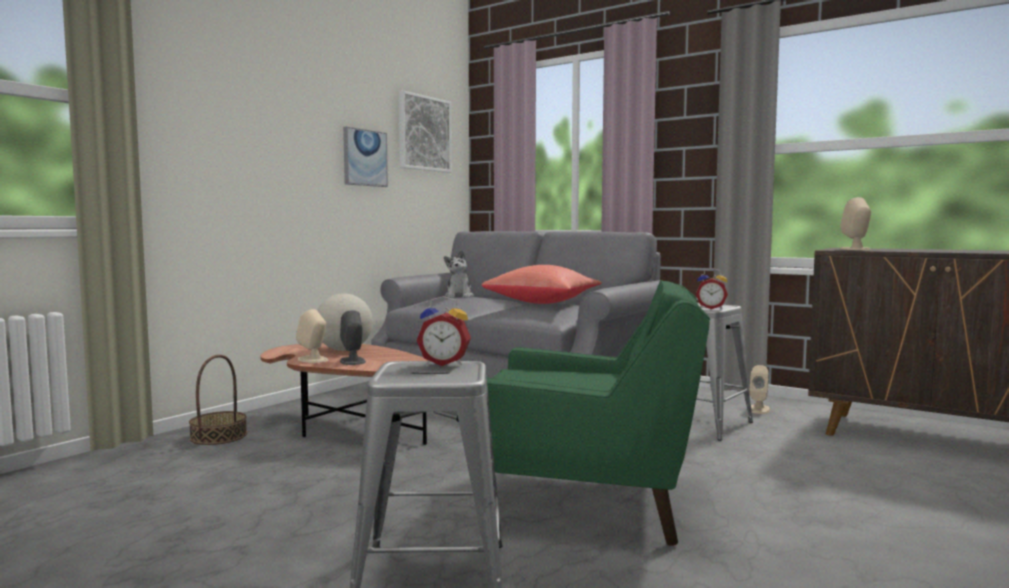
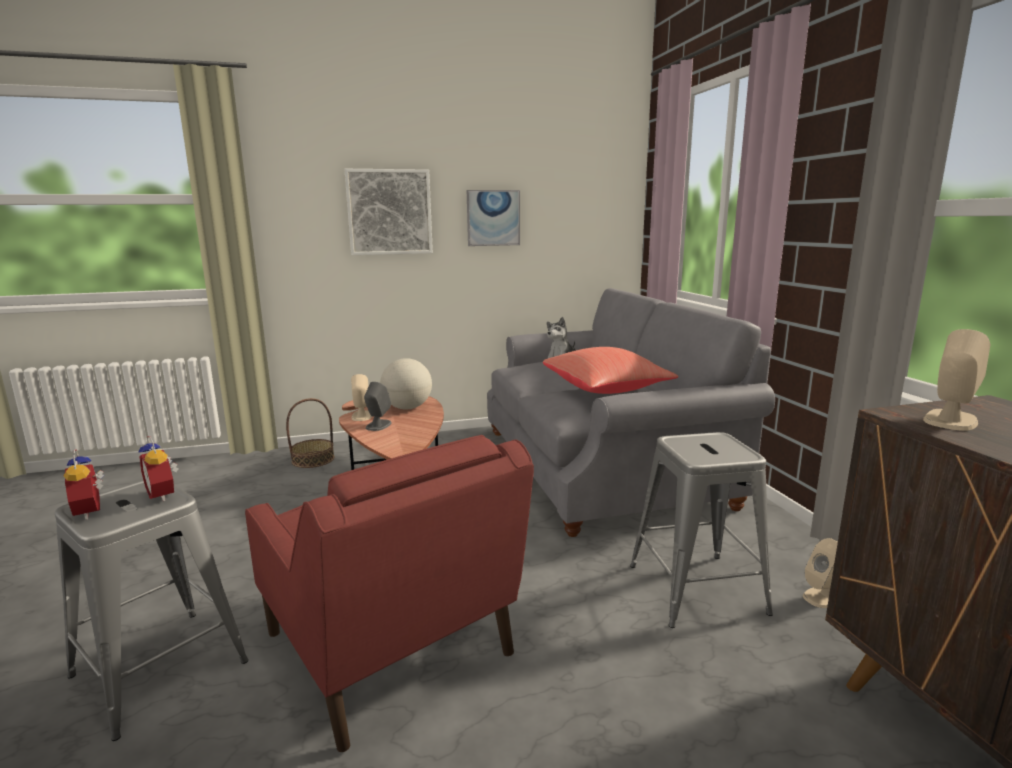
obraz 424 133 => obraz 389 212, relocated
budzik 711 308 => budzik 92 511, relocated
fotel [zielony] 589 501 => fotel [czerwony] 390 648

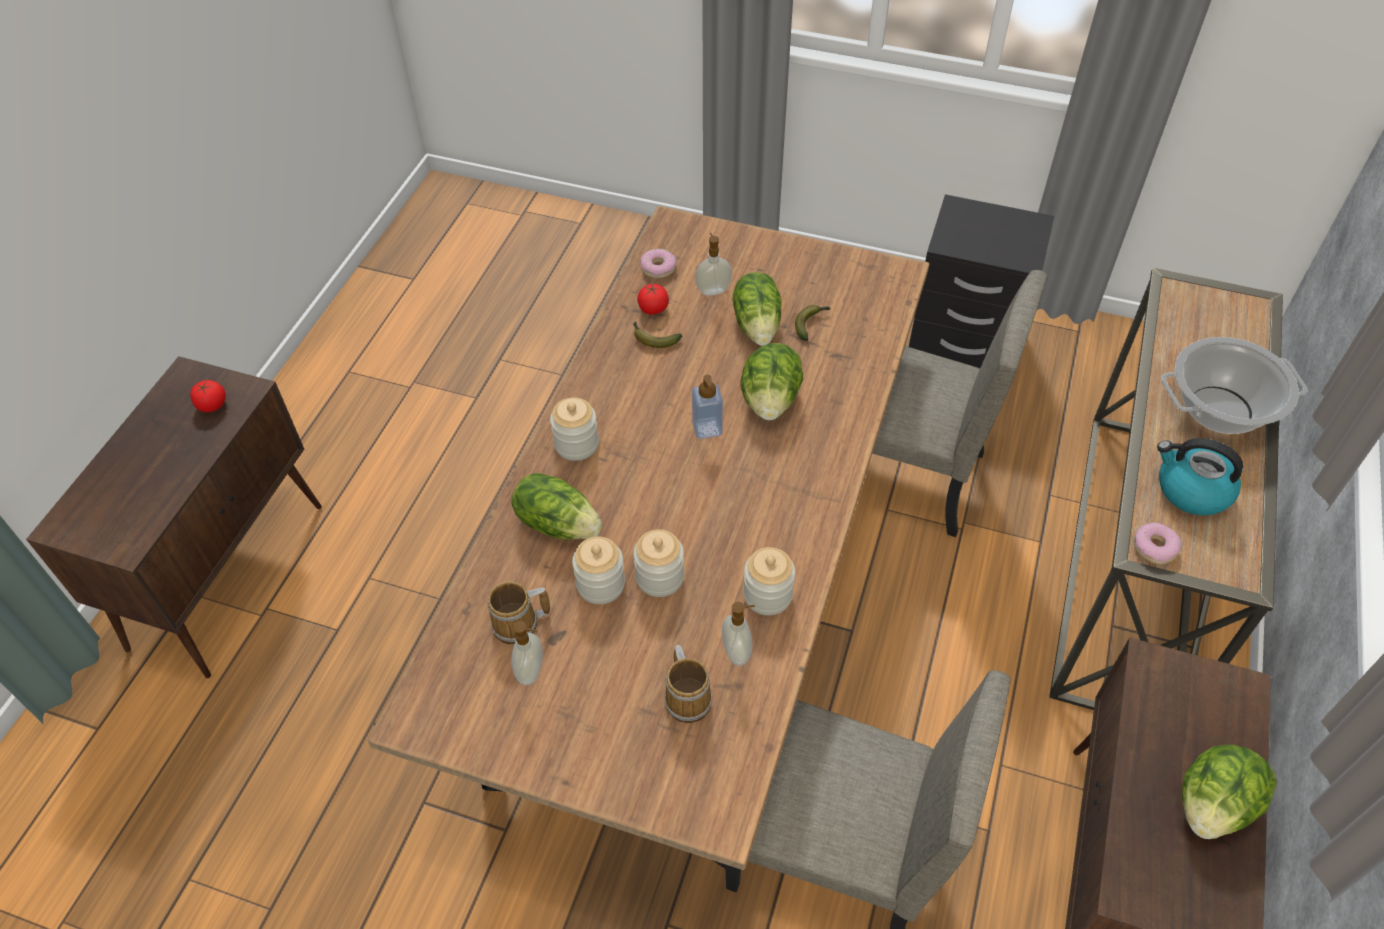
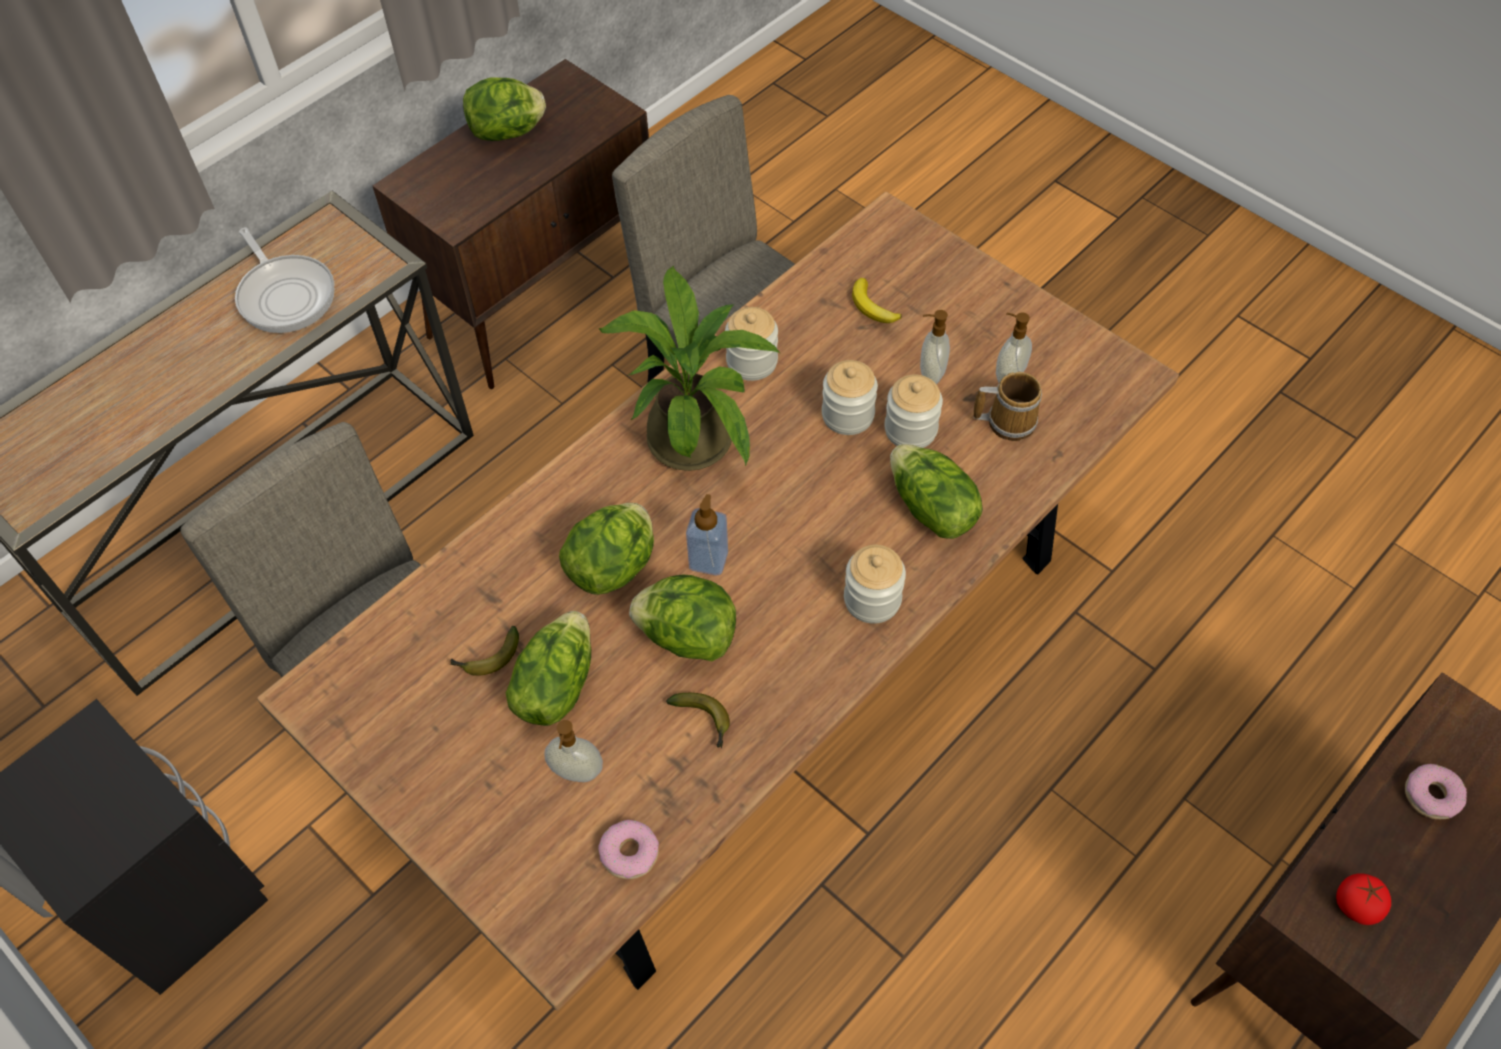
pomidor 653 309 => nothing
garnek 1220 410 => nothing
czajnik 1191 490 => patelnia 285 295
donut 1154 547 => donut 1431 795, relocated
dozownik mydła 737 652 => dozownik mydła 930 373, relocated
kubek 688 697 => banan 872 306
nothing => roślina doniczkowa 692 431
nothing => sałata 687 636

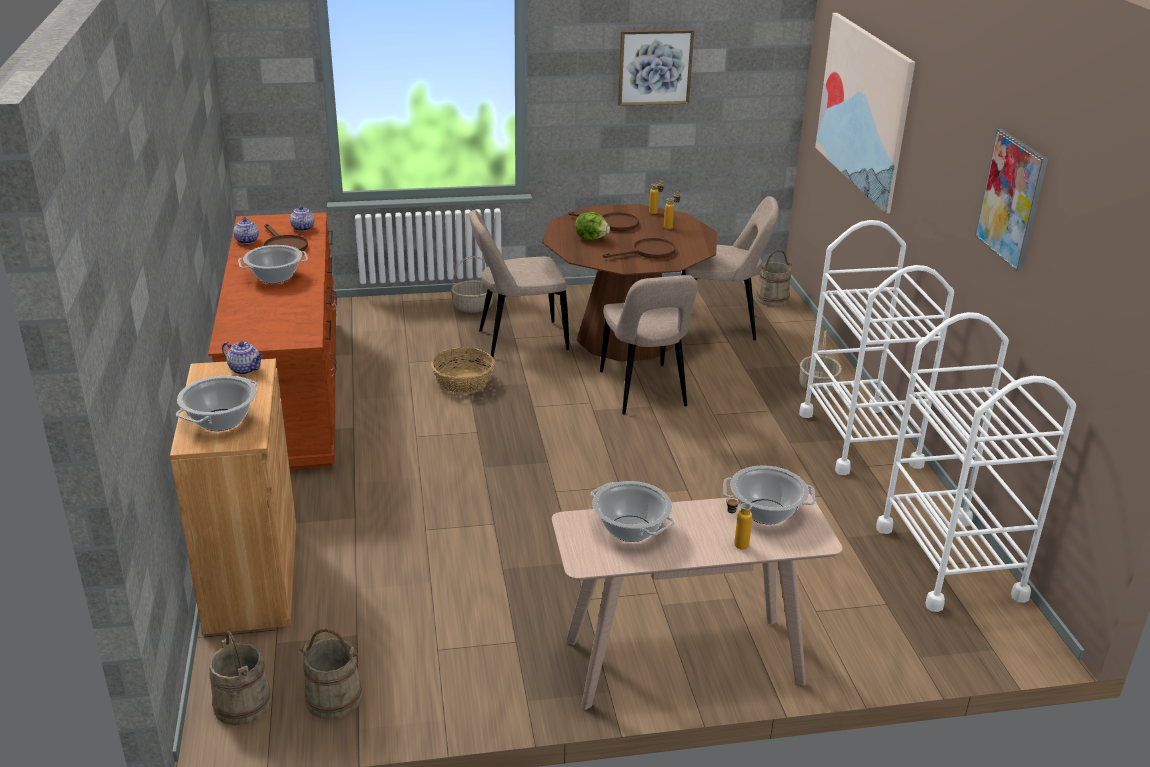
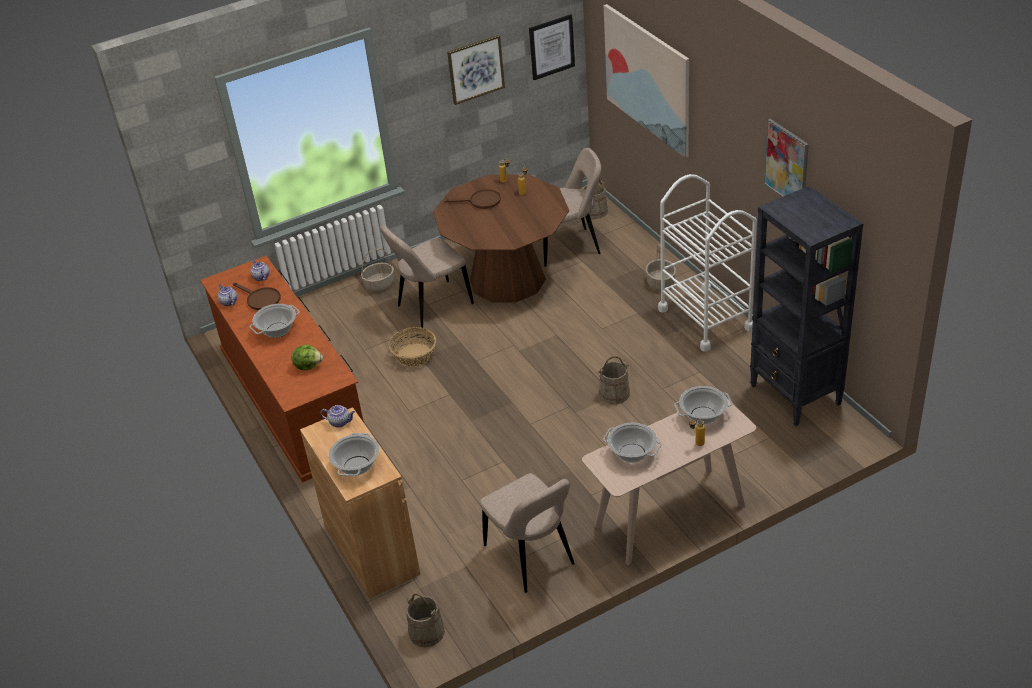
sałata 591 238 => sałata 308 366, relocated
patelnia [brązowy] 648 252 => nothing
krzesło [beżowy] 644 392 => krzesło [beżowy] 531 558, relocated
wózek [biały] 949 562 => regał [czarny] 795 395
wiadro [beżowy] 334 698 => wiadro [beżowy] 614 393, relocated
nothing => obraz 551 47

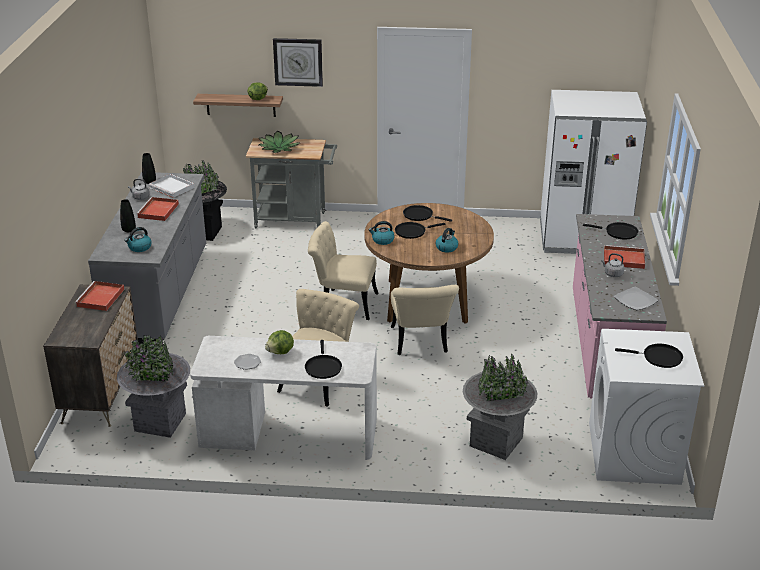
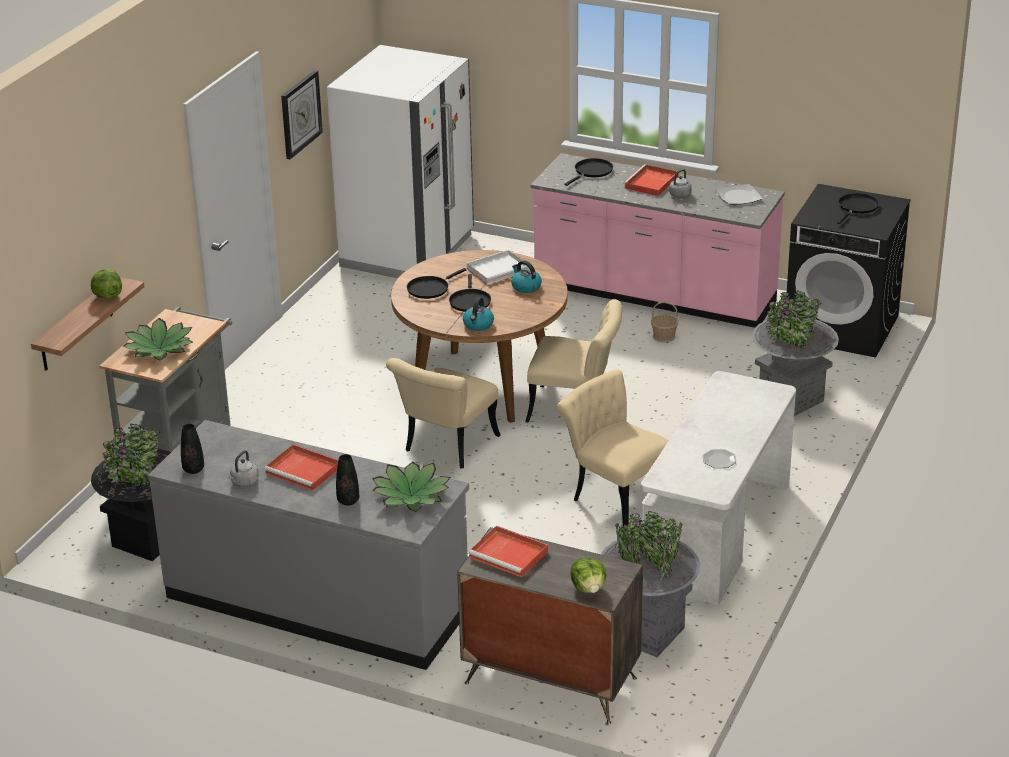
zegar ścienny 298 62 => zegar ścienny 300 114, relocated
taca [biały] 172 187 => taca [biały] 498 269, relocated
czajnik 139 247 => roślina doniczkowa 411 496
pralka [biały] 634 454 => pralka [czarny] 842 327
sałata 280 352 => sałata 588 588, relocated
patelnia [czarny] 323 367 => nothing
nothing => koszyk 663 336

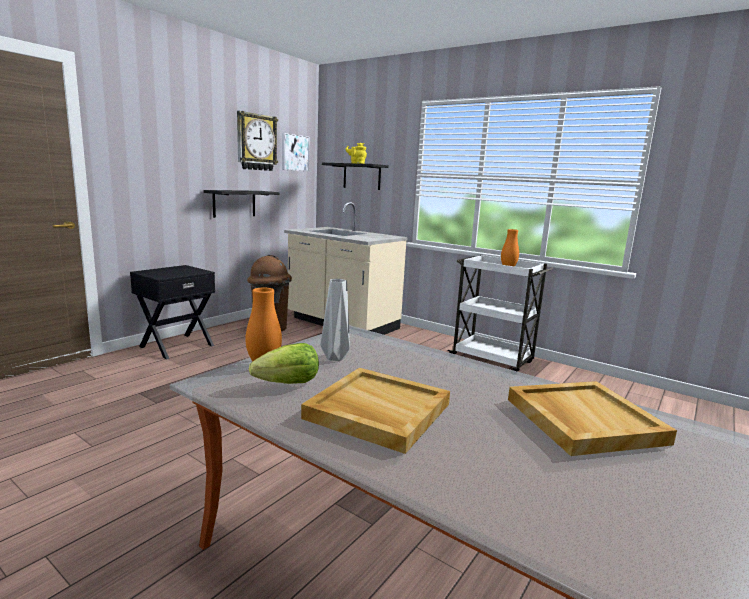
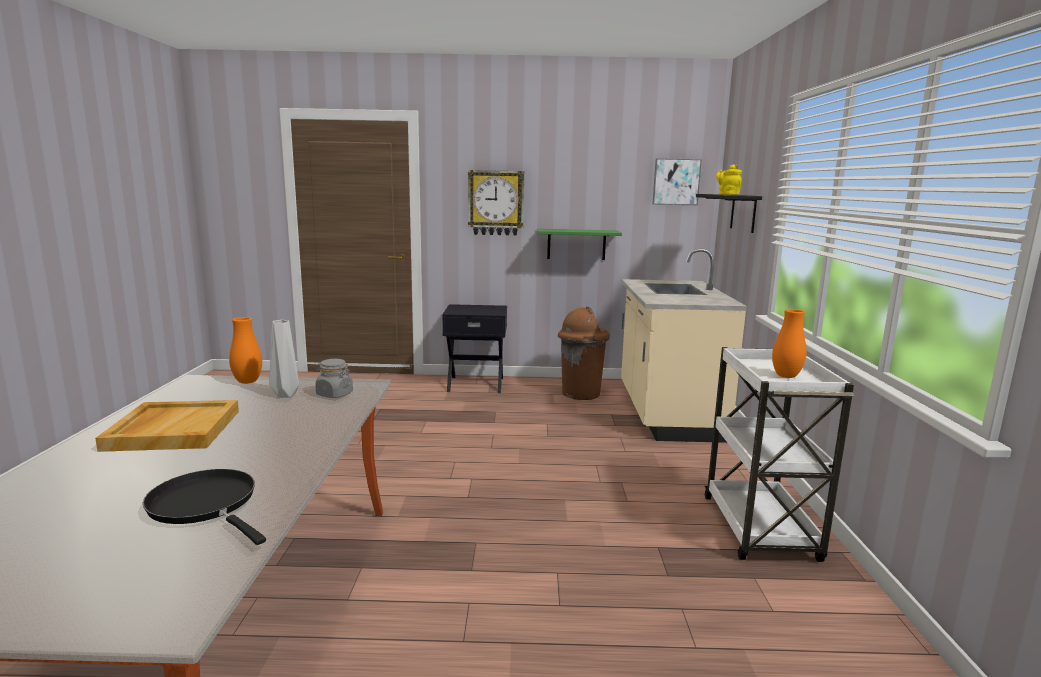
zegar ścienny 256 142 => zegar ścienny 496 203, relocated
półka [czarny] 234 203 => półka [zielony] 576 244
sałata 288 384 => nothing
taca [beżowy] 582 420 => patelnia [czarny] 206 505
nothing => słoik [szary] 334 394

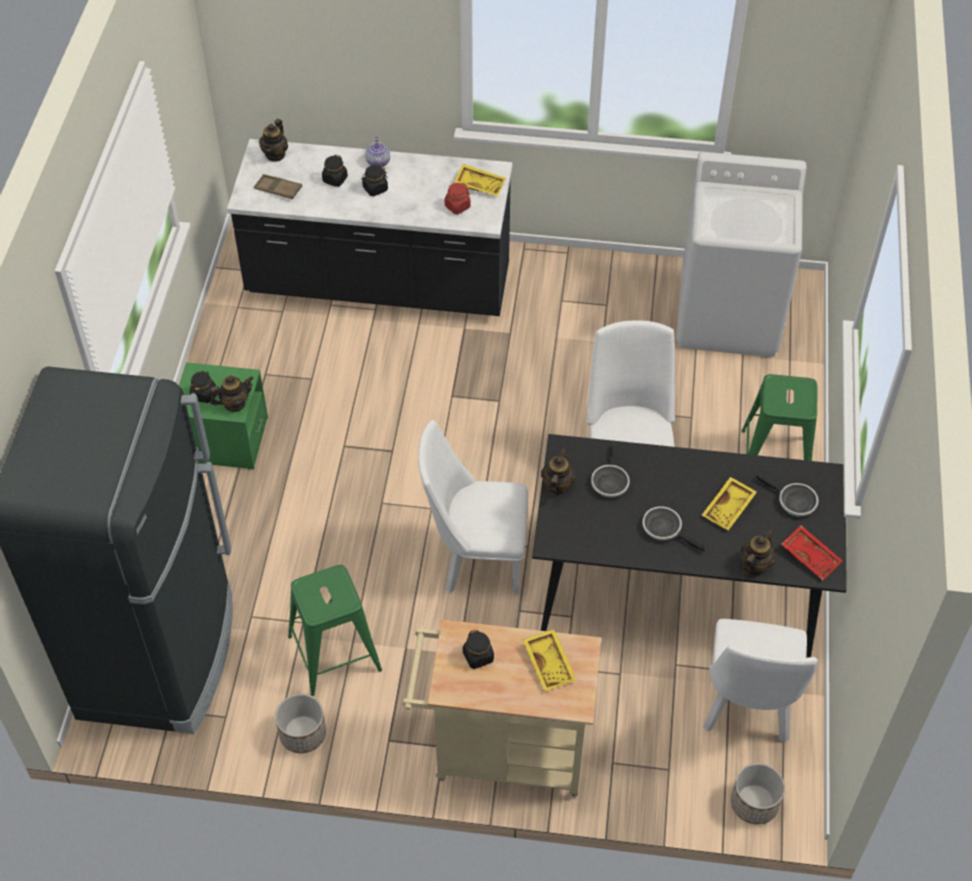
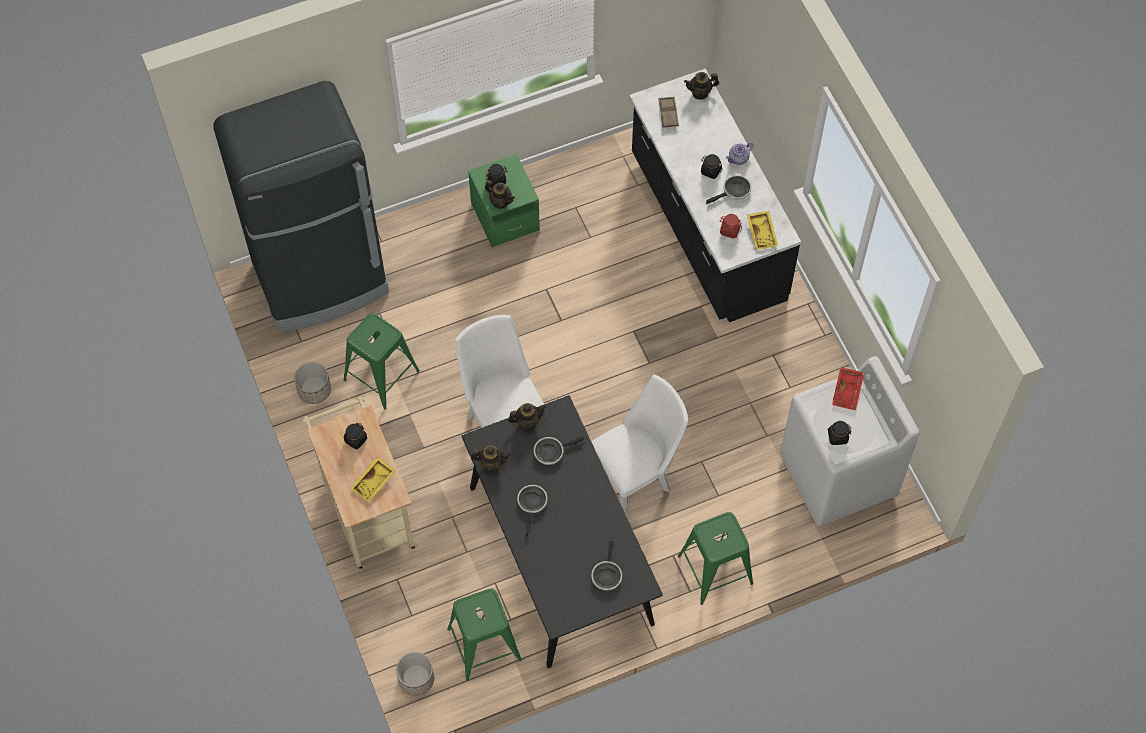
słoik [czarny] 335 179 => słoik [czarny] 837 437, relocated
taca [żółty] 729 508 => nothing
taca [czerwony] 811 556 => taca [czerwony] 848 391, relocated
imbryk 754 565 => imbryk 491 463, relocated
krzesło [biały] 747 711 => stołek [zielony] 484 644
nothing => patelnia 734 191

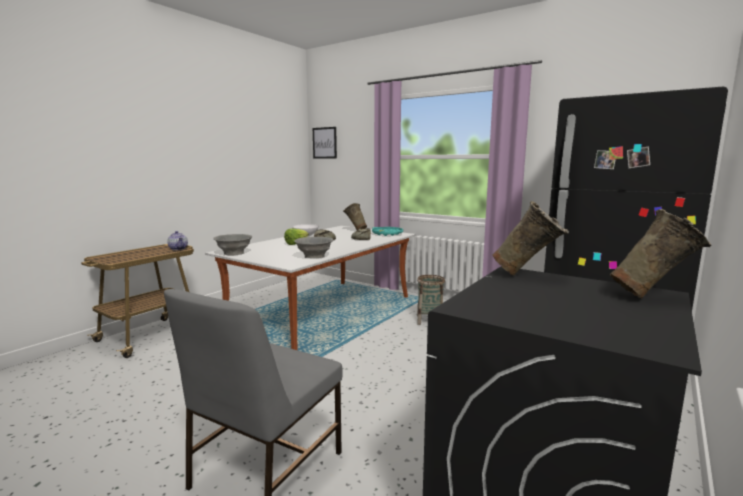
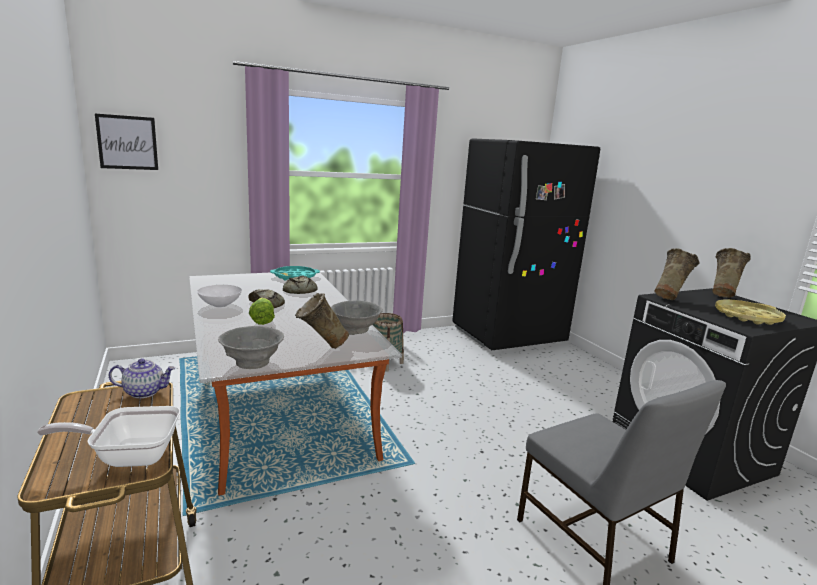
wazon [beżowy] 355 231 => wazon [beżowy] 321 347, relocated
nothing => taca [żółty] 747 317
nothing => patelnia 129 456

